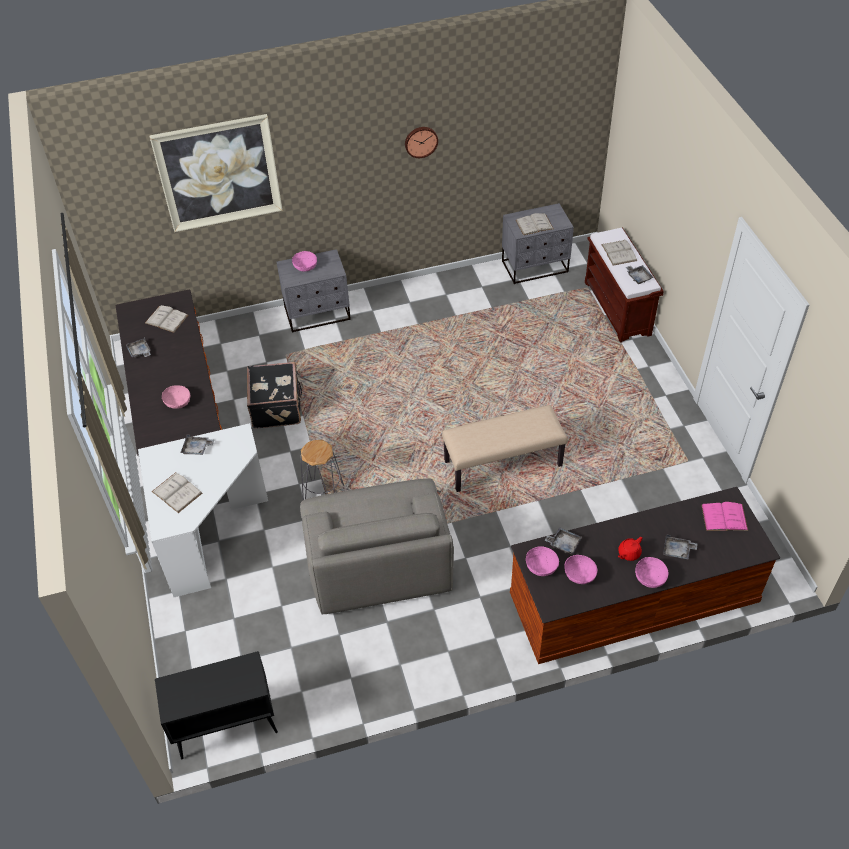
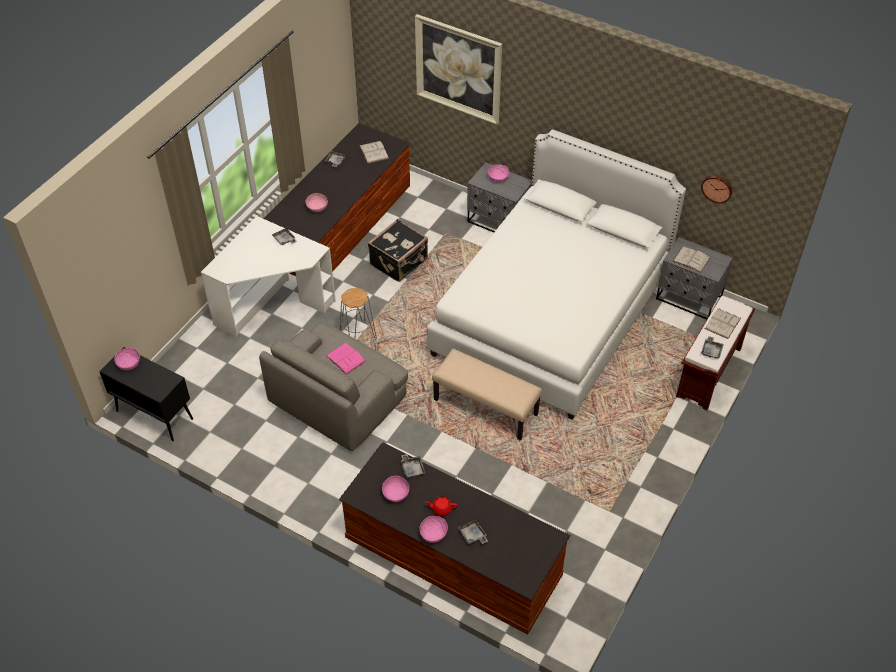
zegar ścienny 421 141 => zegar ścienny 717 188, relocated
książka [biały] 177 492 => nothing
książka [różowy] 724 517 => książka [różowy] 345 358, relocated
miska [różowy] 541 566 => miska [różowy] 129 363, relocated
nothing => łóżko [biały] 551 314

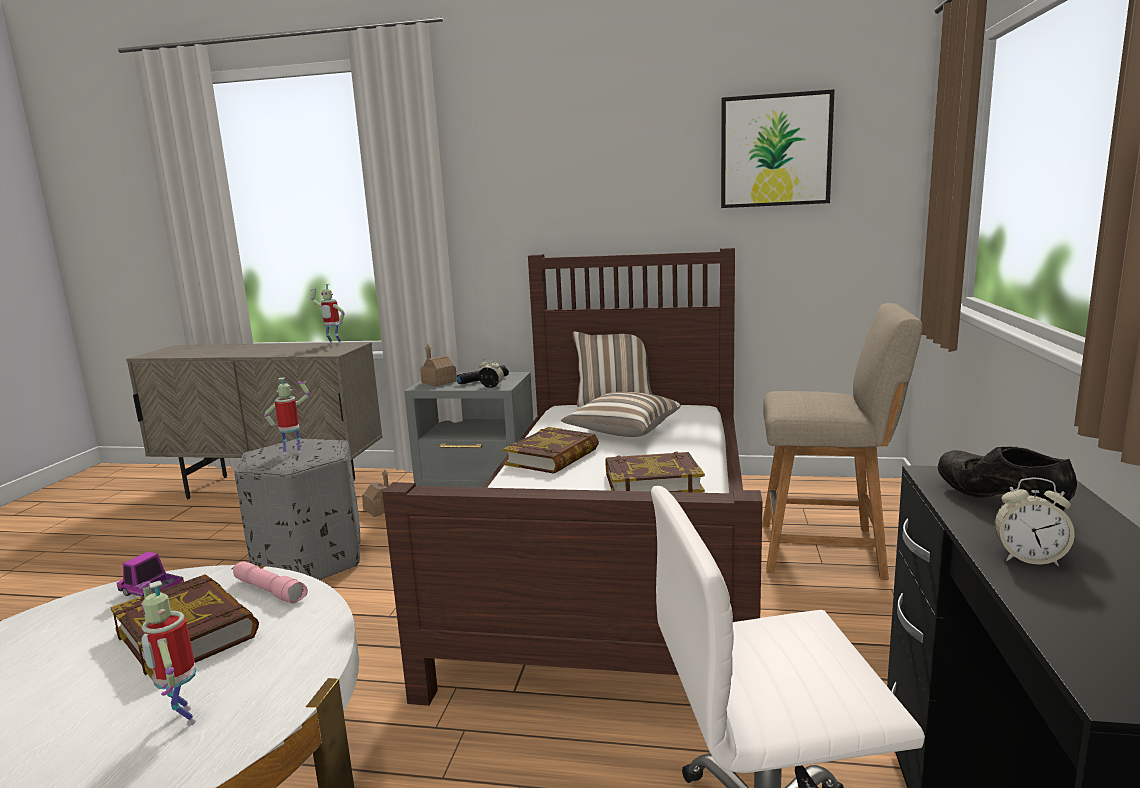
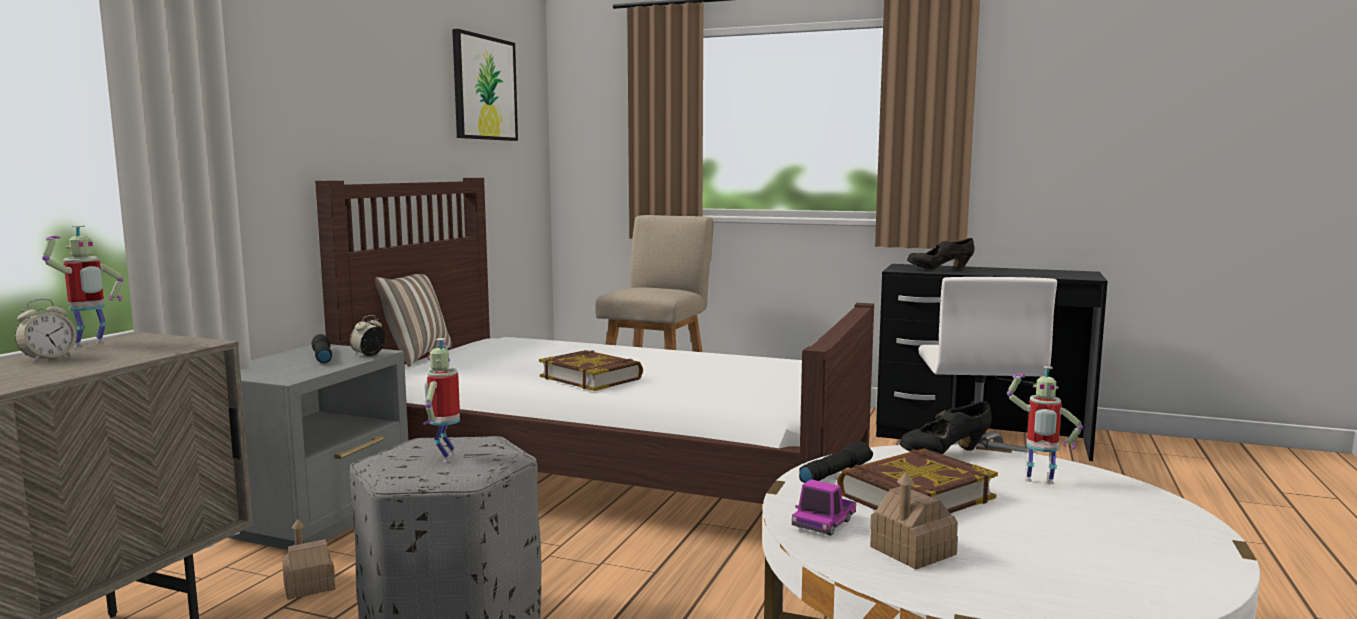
domek 439 382 => domek 912 551, relocated
poduszka 622 431 => nothing
książka 652 482 => nothing
budzik 1029 559 => budzik 48 358, relocated
latarka [różowy] 271 590 => latarka [czarny] 835 473
robot zabawkowy 182 718 => robot zabawkowy 1038 483, 45 degrees clockwise
nothing => but [czarny] 944 454

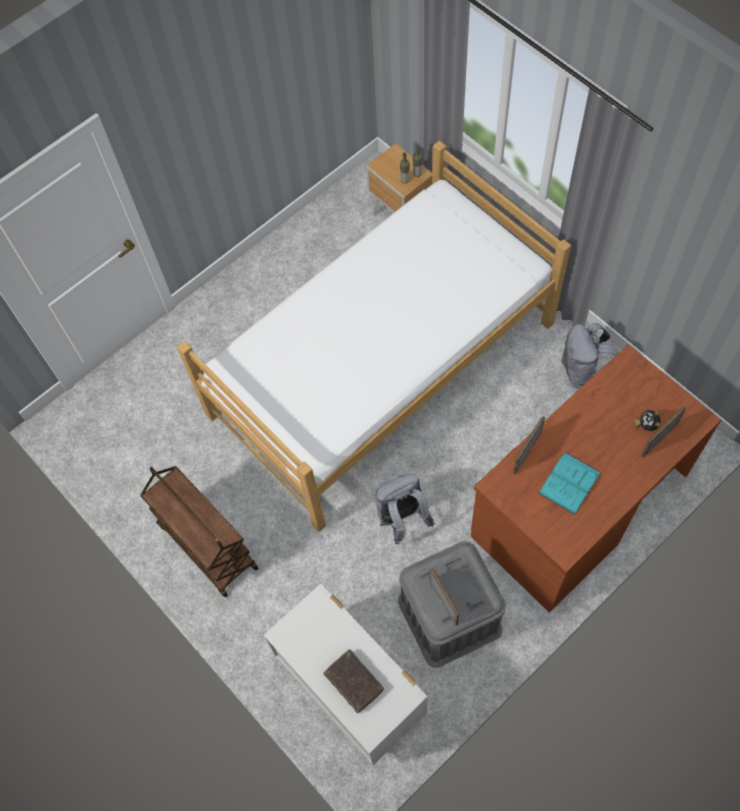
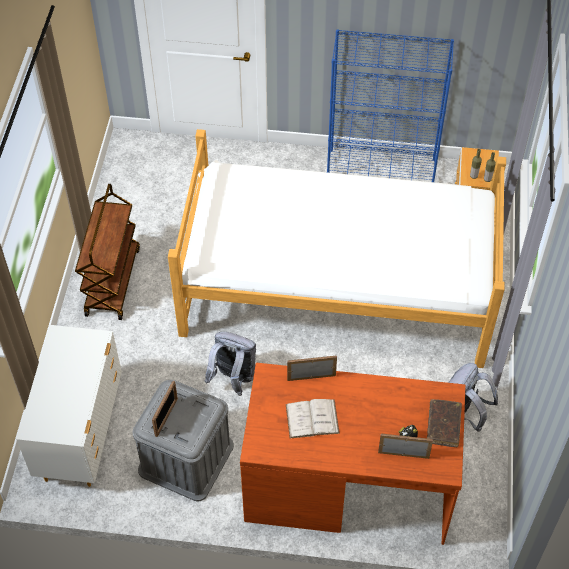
książka [turkusowy] 569 483 => książka [biały] 312 419
książka [brązowy] 354 682 => książka [brązowy] 443 425, relocated
nothing => regał [niebieski] 381 169

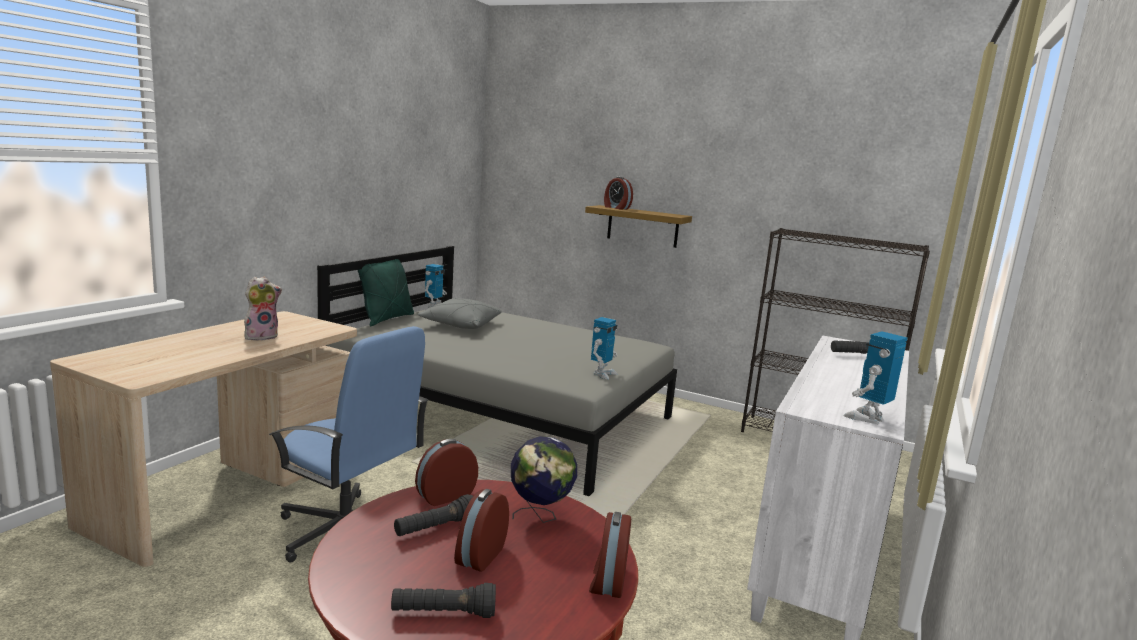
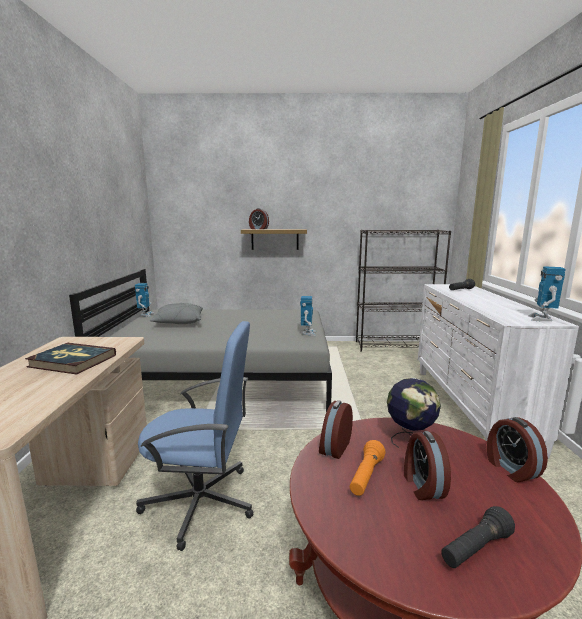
poduszka [zielony] 386 319 => nothing
pluszak 262 336 => książka 72 361
latarka [czarny] 435 528 => latarka [pomarańczowy] 366 476

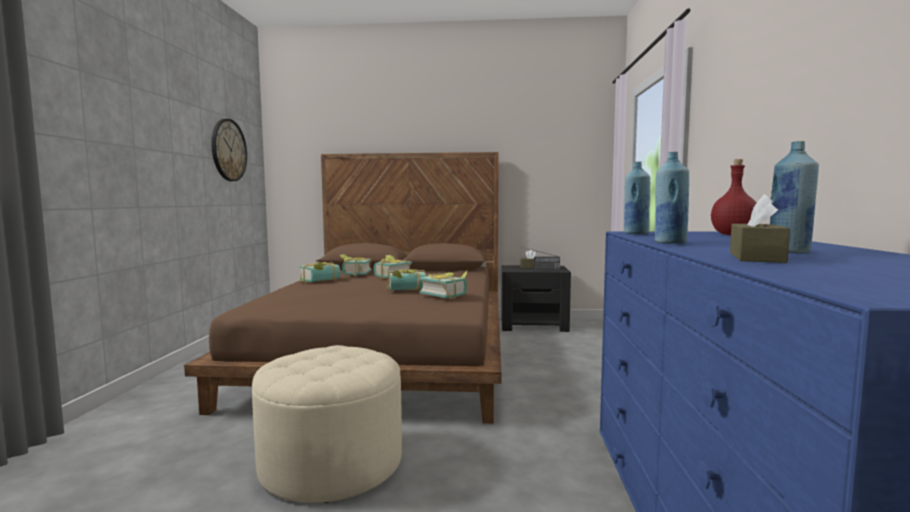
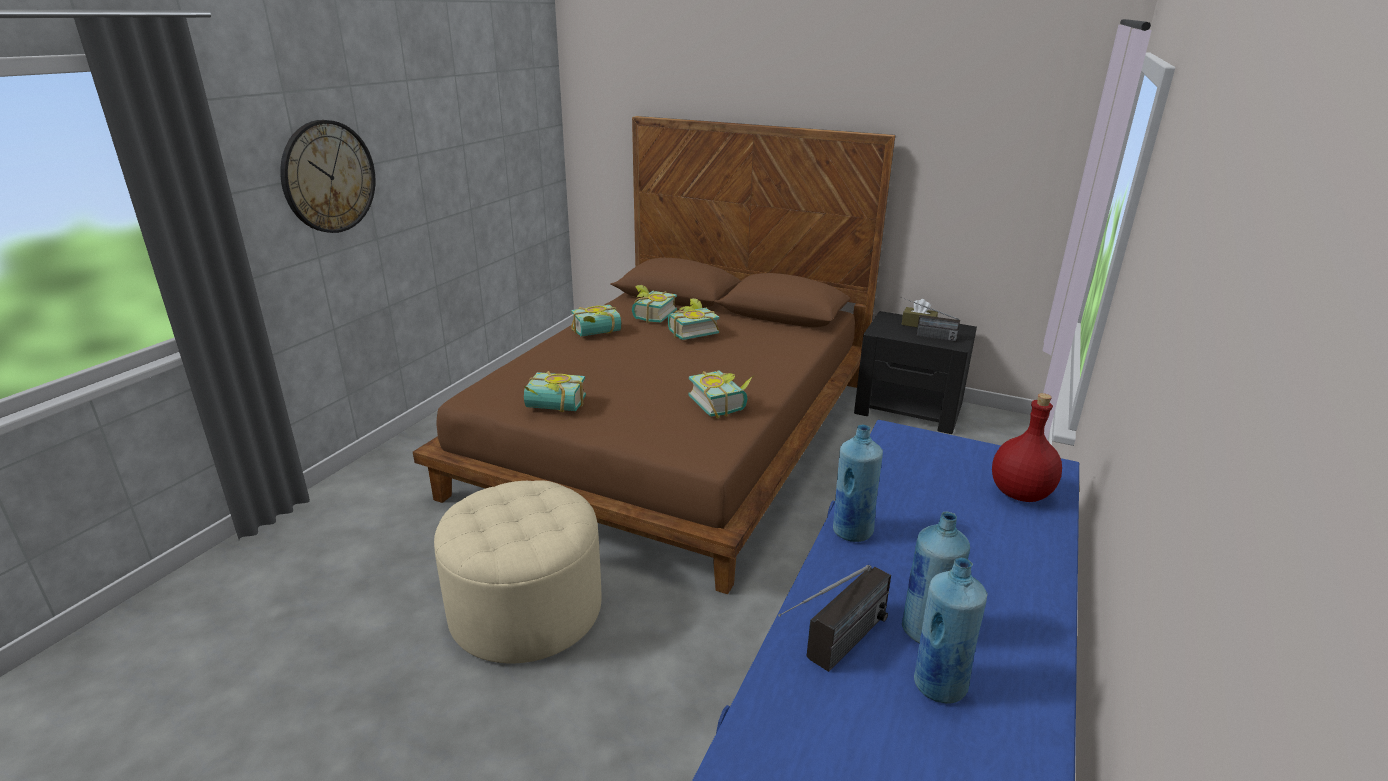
zegar ścienny 228 150 => zegar ścienny 328 177, relocated
butelka [niebieski] 635 233 => butelka [niebieski] 938 685, relocated
pudełko chusteczek [brązowy] 756 257 => radio 833 653
książka 407 290 => książka 554 408, relocated

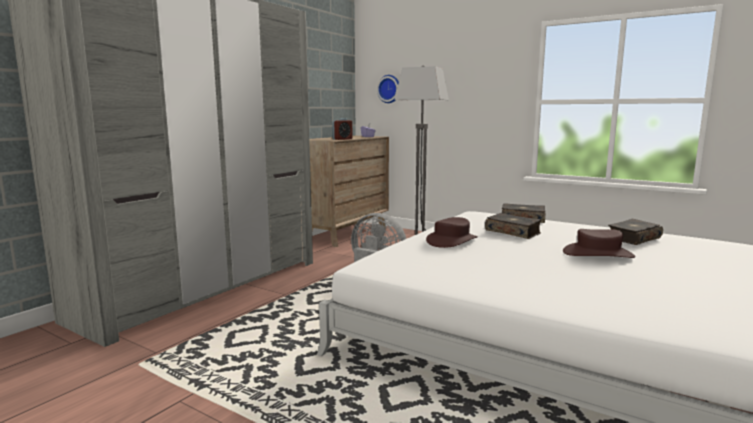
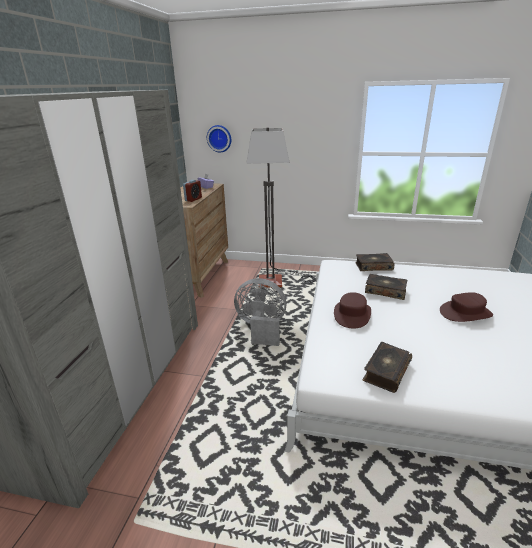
książka 633 238 => książka 386 372, relocated

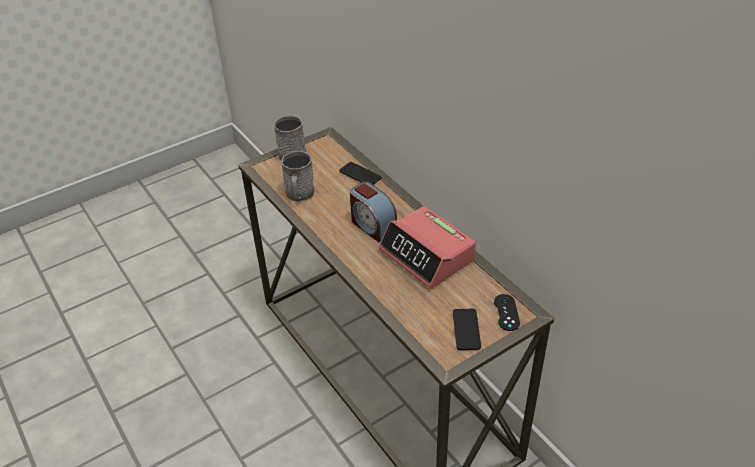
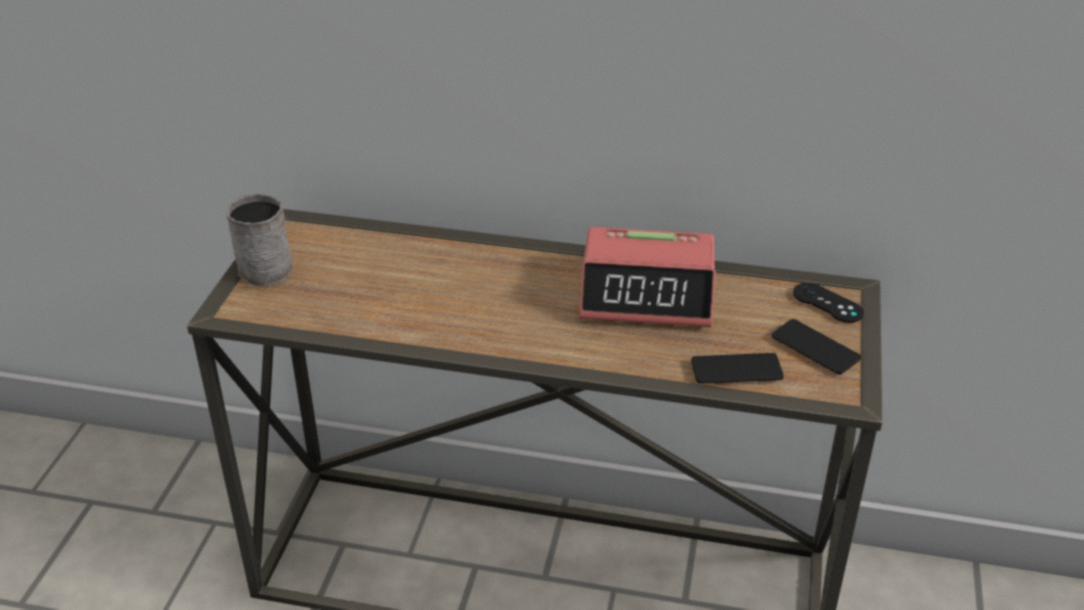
kubek [szary] 299 195 => nothing
telefon 360 174 => telefon 736 369, relocated
budzik 372 225 => nothing

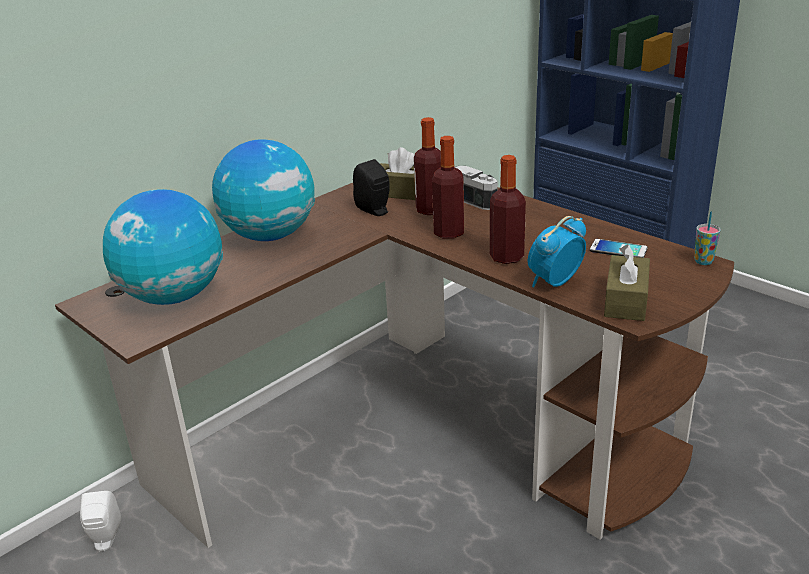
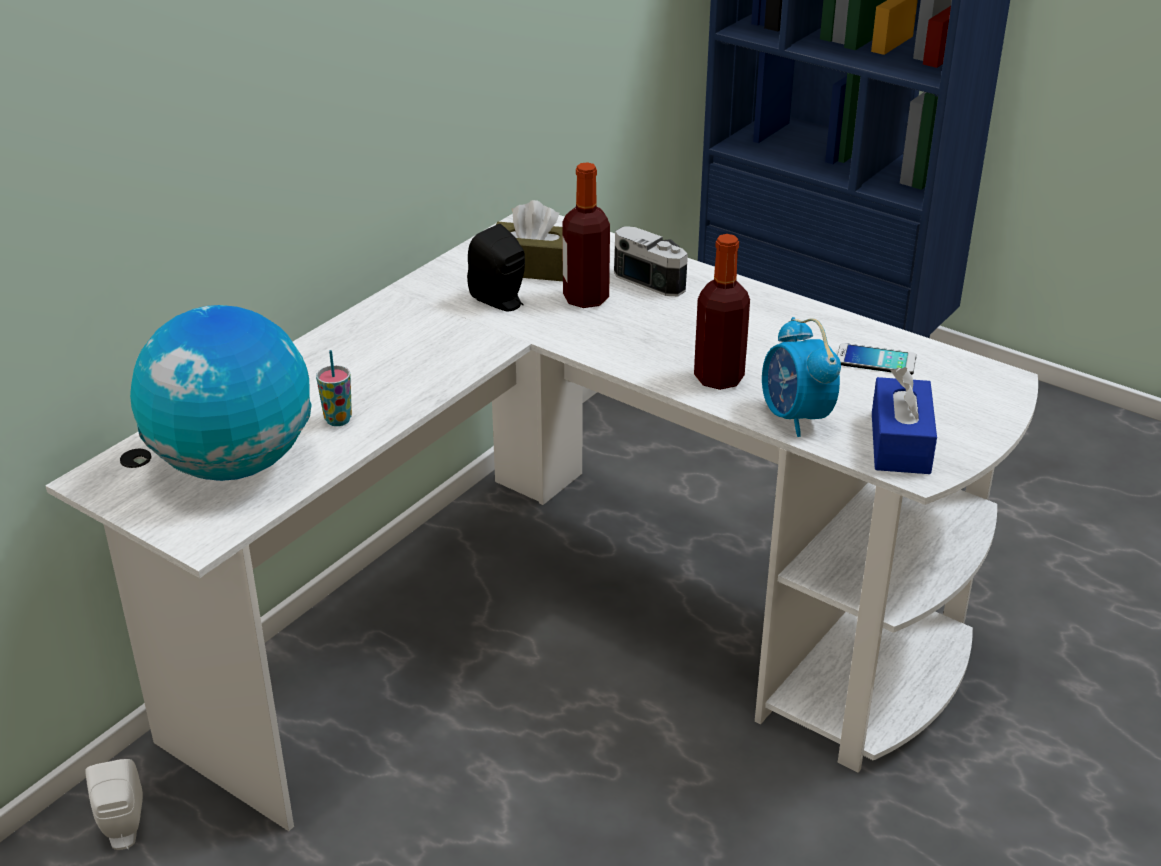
butelka 449 233 => nothing
globus 270 236 => nothing
biurko [brązowy] 420 430 => biurko [biały] 572 627
filiżanka 703 261 => filiżanka 338 420, relocated
budzik 554 282 => budzik 795 417, 60 degrees counterclockwise
pudełko chusteczek [brązowy] 626 300 => pudełko chusteczek [niebieski] 900 443

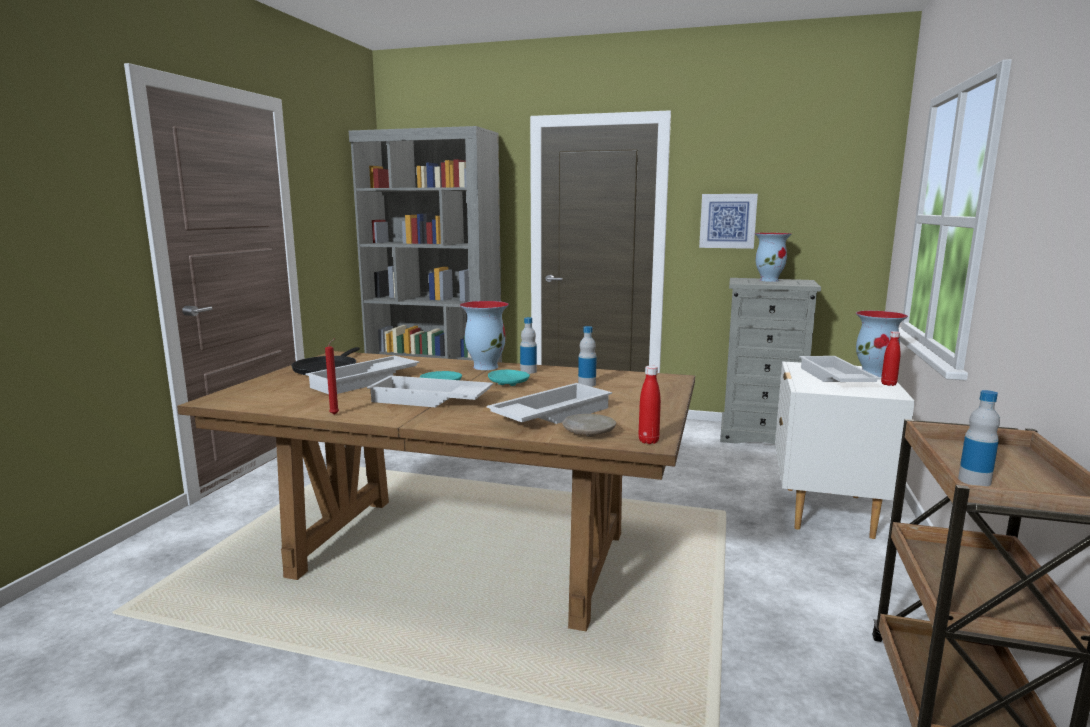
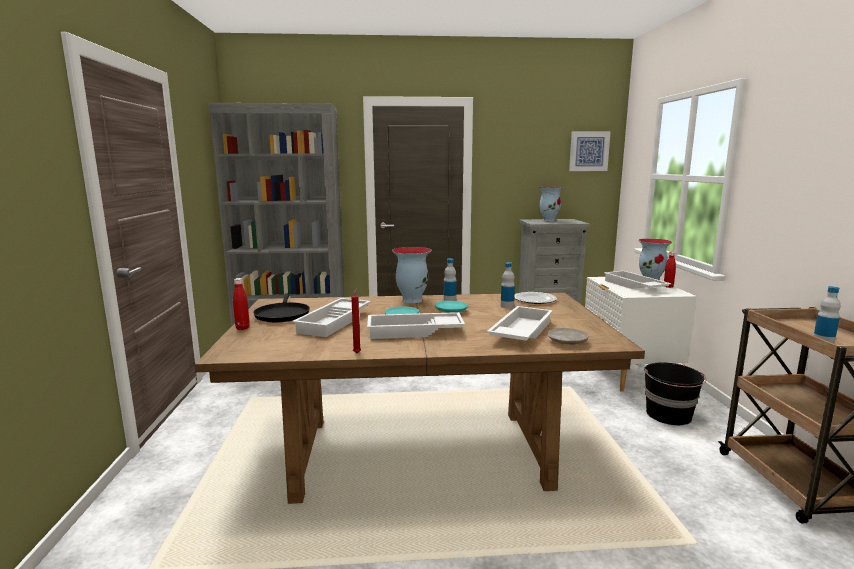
obraz 727 221 => obraz 589 151, relocated
butelka [czerwony] 648 441 => butelka [czerwony] 242 328, relocated
nothing => talerz 535 300
nothing => wiadro [czarny] 669 415

